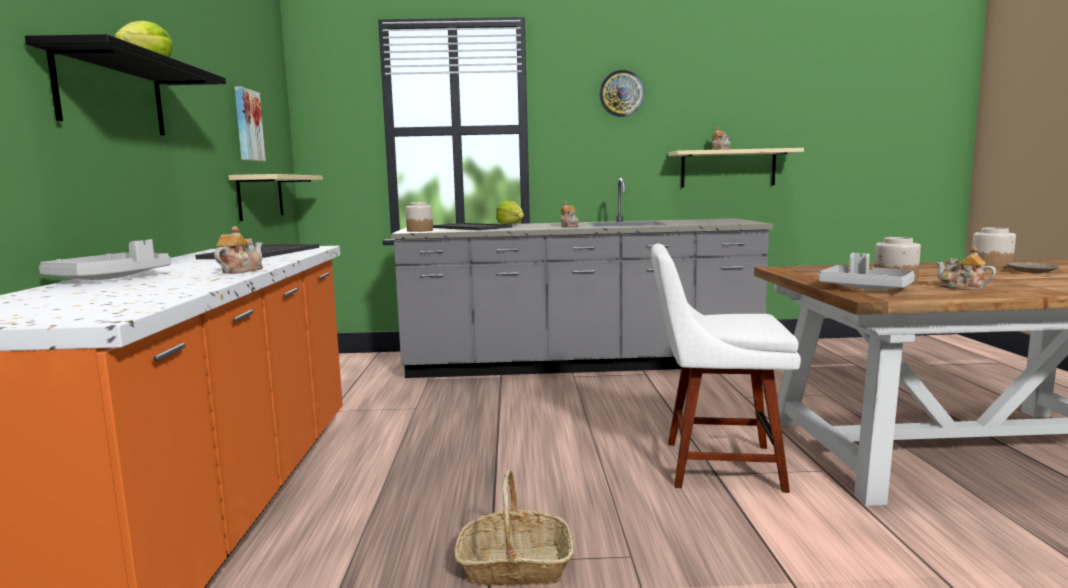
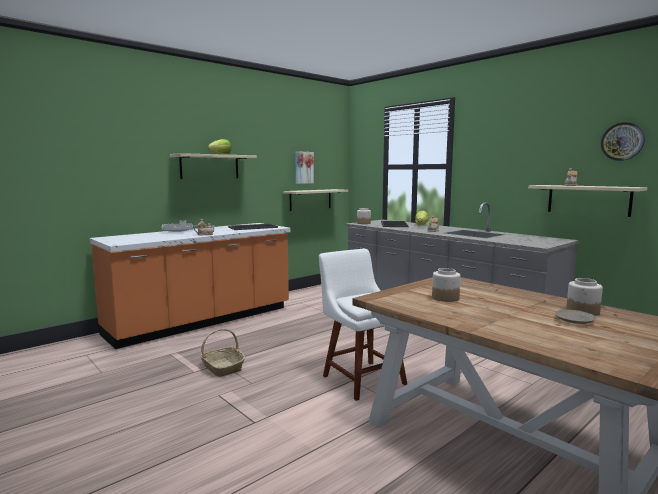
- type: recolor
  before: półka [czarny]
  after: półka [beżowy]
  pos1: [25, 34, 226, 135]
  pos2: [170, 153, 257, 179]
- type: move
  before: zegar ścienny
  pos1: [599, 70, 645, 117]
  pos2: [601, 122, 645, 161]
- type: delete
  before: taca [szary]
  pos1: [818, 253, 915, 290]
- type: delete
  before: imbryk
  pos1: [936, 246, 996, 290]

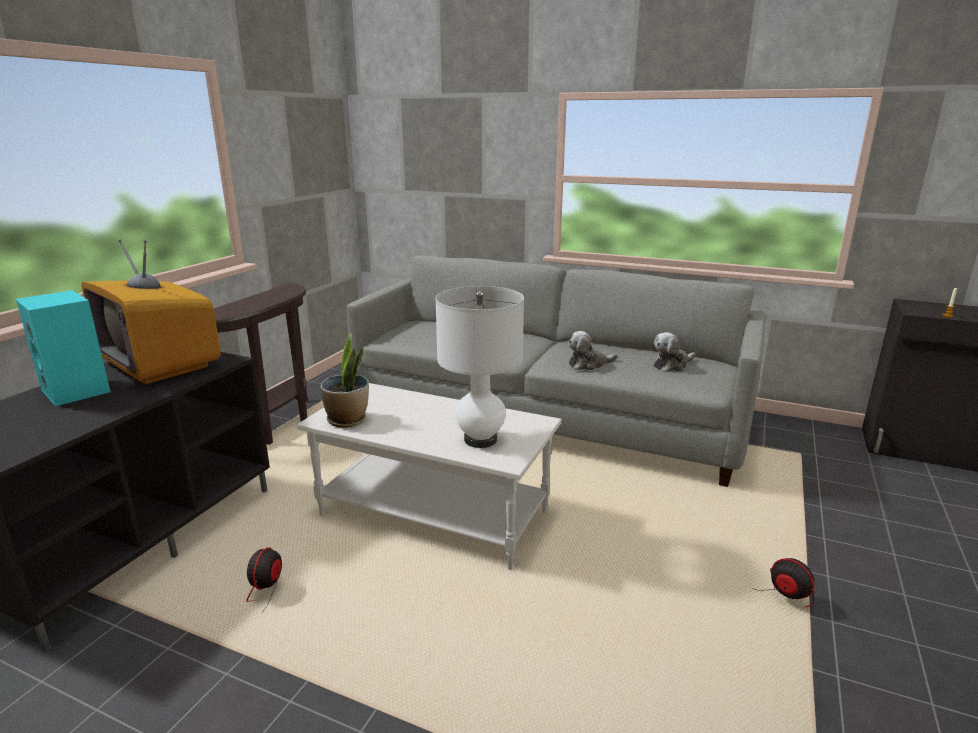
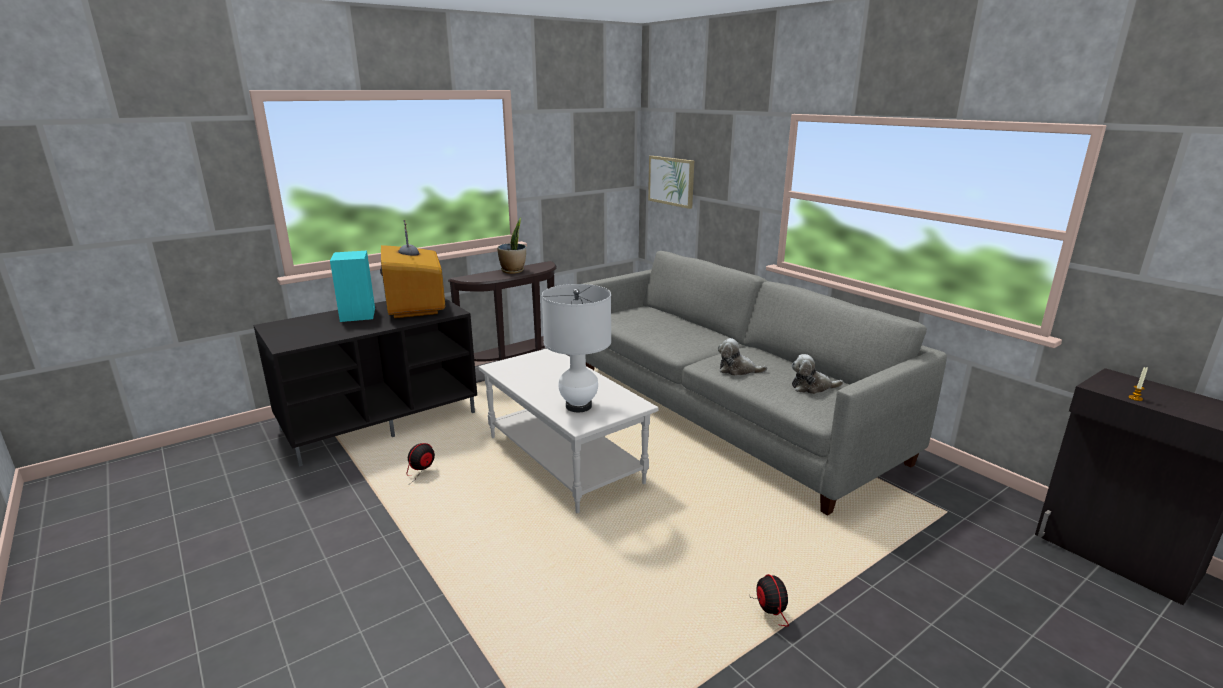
- type: move
  before: roślina doniczkowa
  pos1: [320, 333, 369, 428]
  pos2: [497, 218, 526, 274]
- type: insert
  after: obraz
  pos2: [648, 156, 694, 209]

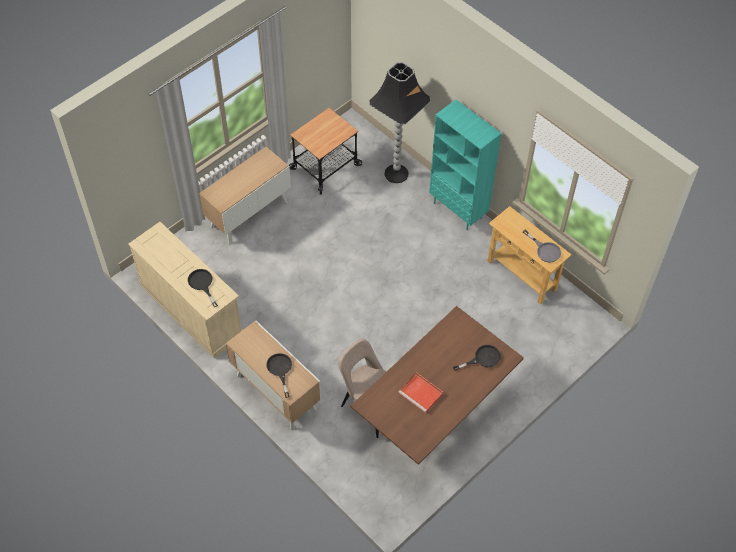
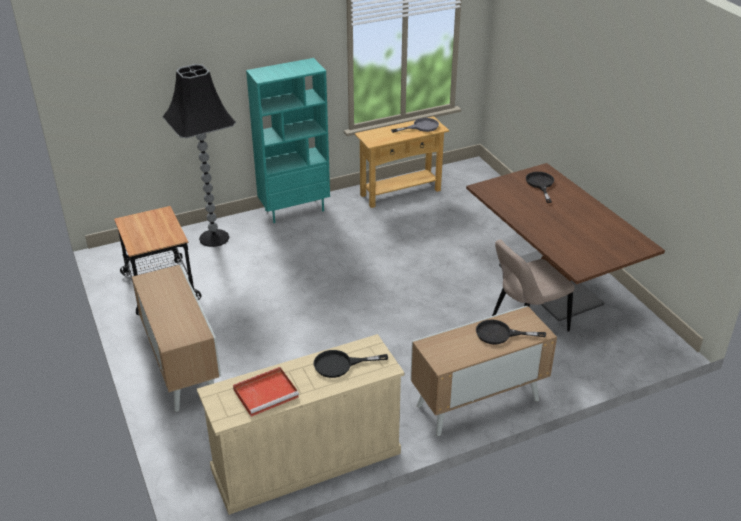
- type: move
  before: taca [czerwony]
  pos1: [399, 372, 443, 413]
  pos2: [233, 367, 299, 417]

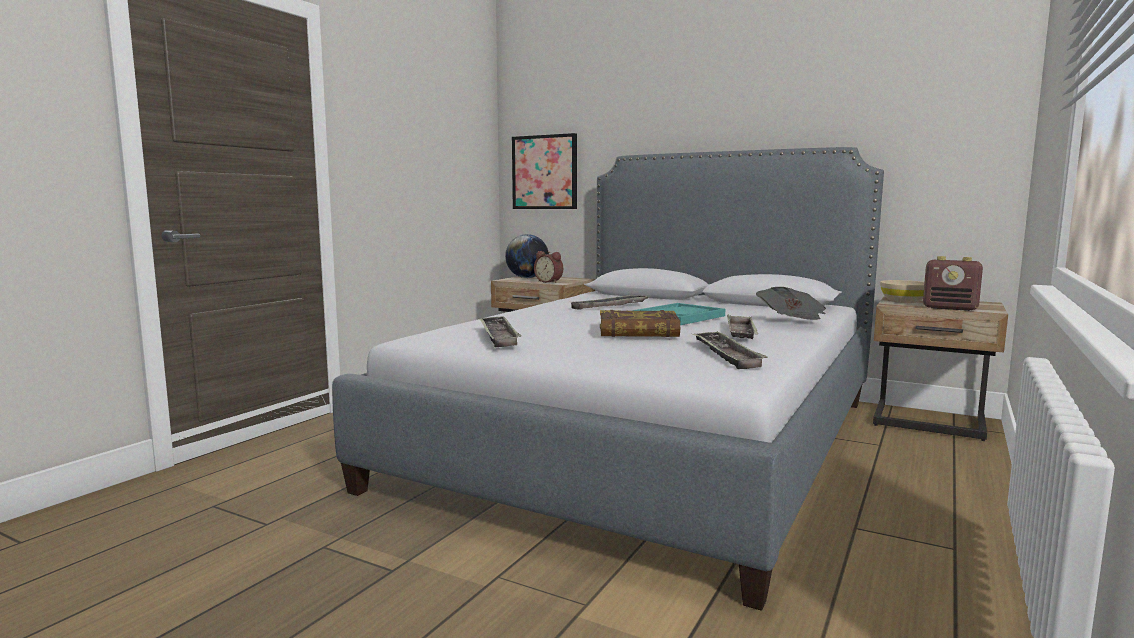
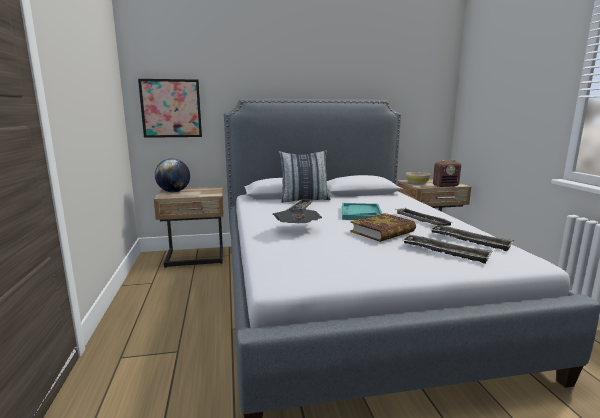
- type: move
  before: gazeta
  pos1: [756, 287, 826, 320]
  pos2: [273, 209, 322, 223]
- type: insert
  after: poduszka
  pos2: [278, 150, 331, 203]
- type: move
  before: taca
  pos1: [478, 316, 522, 347]
  pos2: [402, 235, 493, 264]
- type: delete
  before: budzik
  pos1: [534, 251, 563, 283]

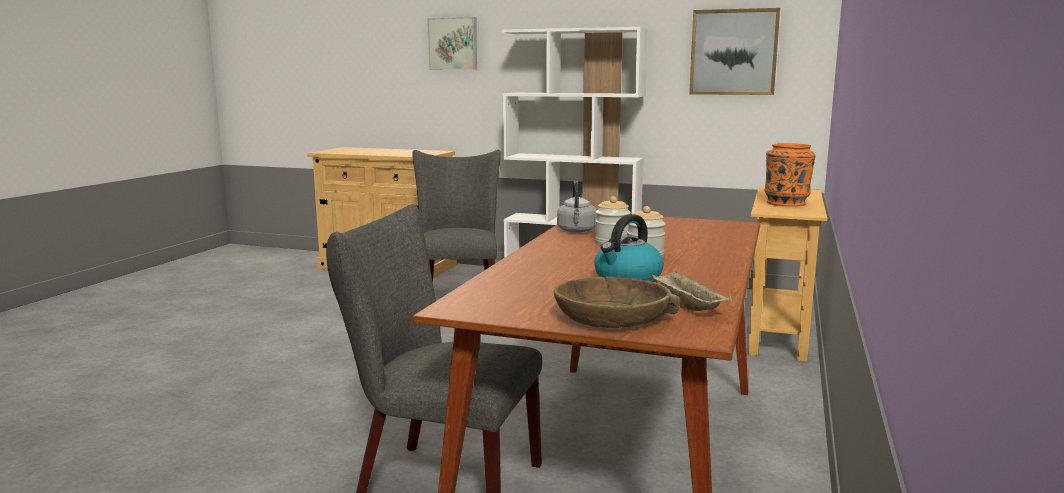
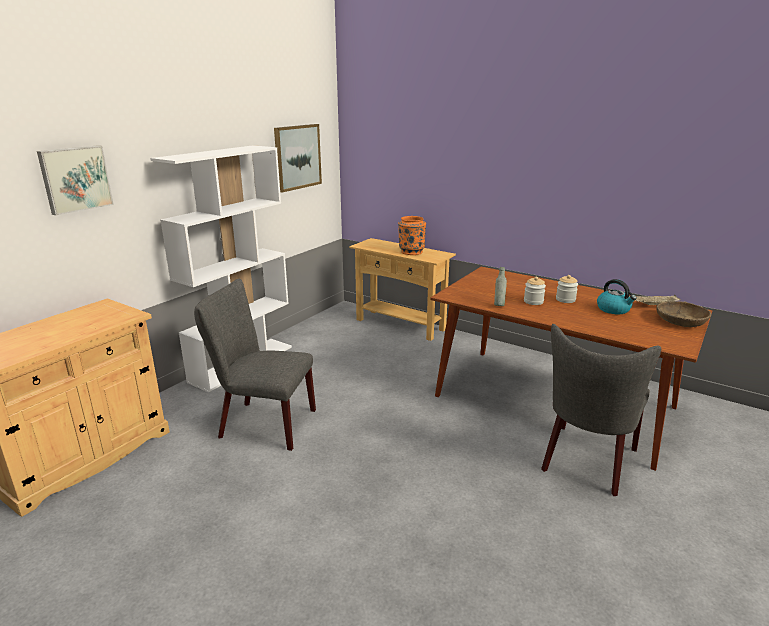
- type: replace
  before: czajnik [szary]
  after: butelka [szary]
  pos1: [557, 181, 597, 233]
  pos2: [494, 267, 507, 306]

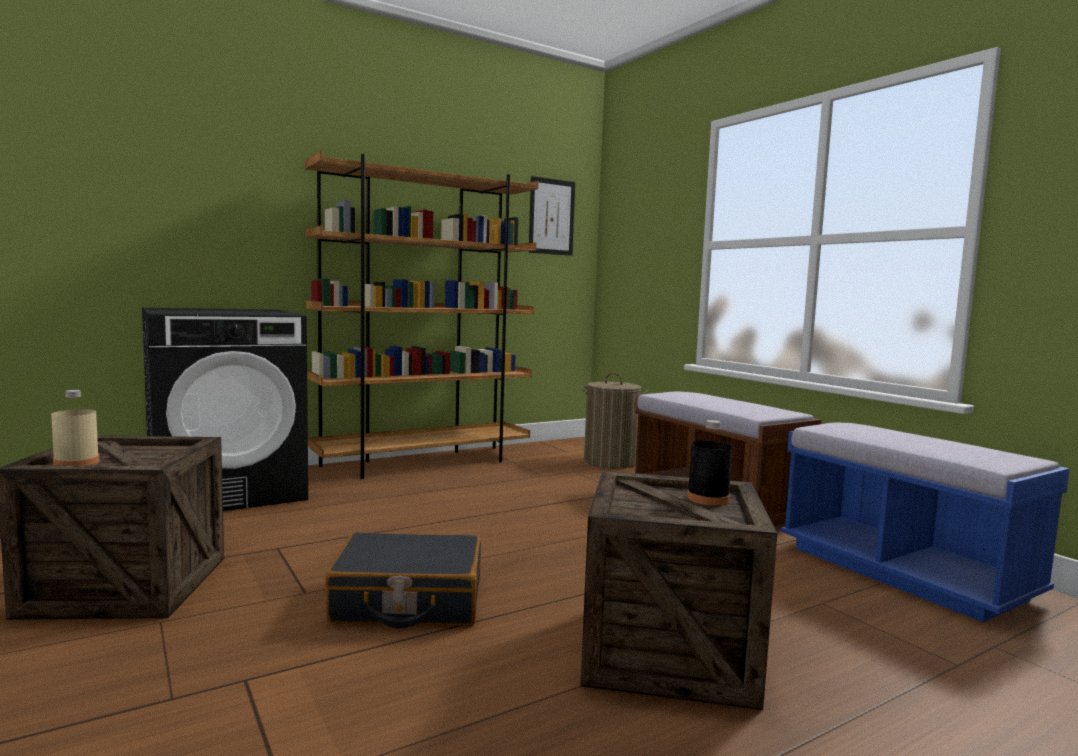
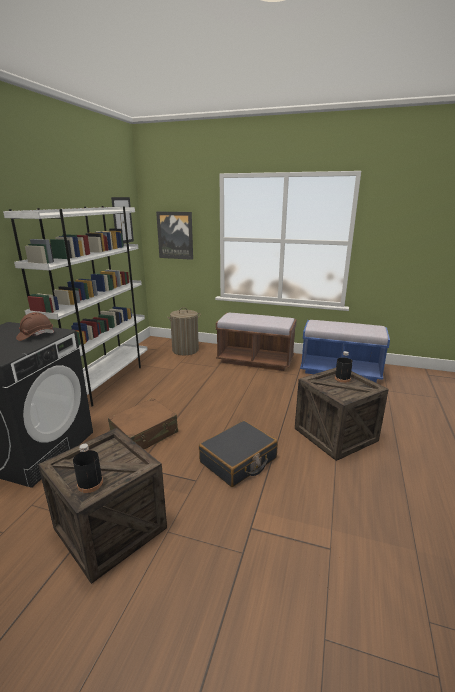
- type: recolor
  before: regał [brązowy]
  after: regał [biały]
  pos1: [305, 151, 538, 479]
  pos2: [3, 206, 147, 406]
- type: insert
  after: kask [brązowy]
  pos2: [16, 312, 54, 341]
- type: recolor
  before: butelka [beżowy]
  after: butelka [czarny]
  pos1: [51, 390, 99, 466]
  pos2: [73, 444, 103, 493]
- type: insert
  after: walizka [brązowy]
  pos2: [108, 398, 178, 450]
- type: insert
  after: obraz
  pos2: [156, 212, 193, 260]

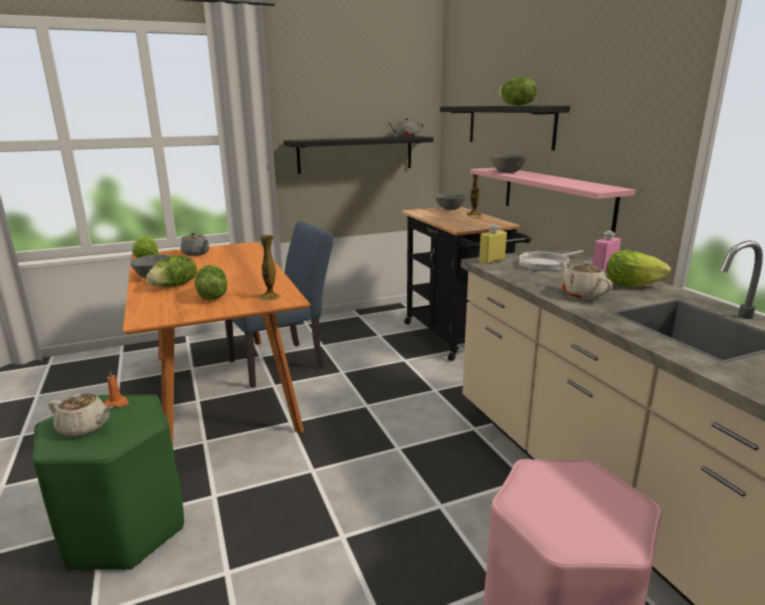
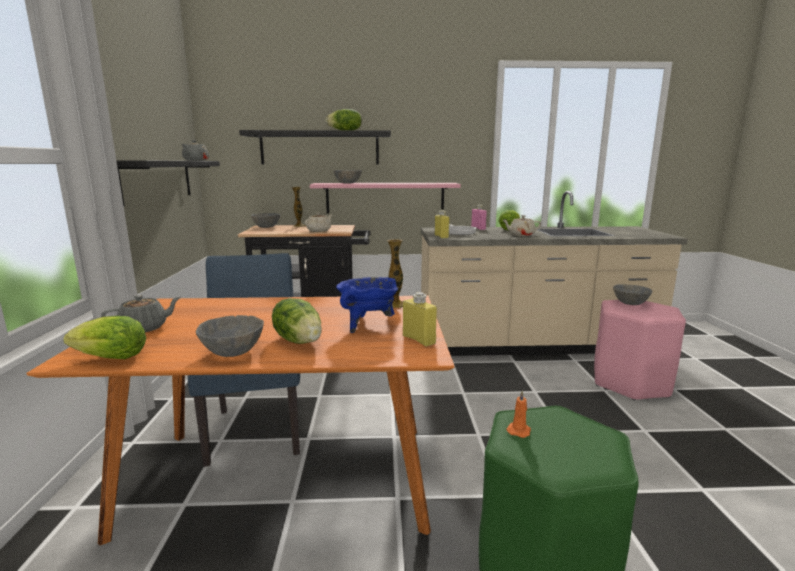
- type: move
  before: imbryk [beżowy]
  pos1: [48, 393, 113, 437]
  pos2: [305, 212, 333, 232]
- type: replace
  before: sałata
  after: garnek [niebieski]
  pos1: [195, 265, 227, 300]
  pos2: [336, 277, 399, 333]
- type: insert
  after: butelka [żółty]
  pos2: [403, 292, 437, 347]
- type: insert
  after: miska [szary]
  pos2: [613, 284, 652, 305]

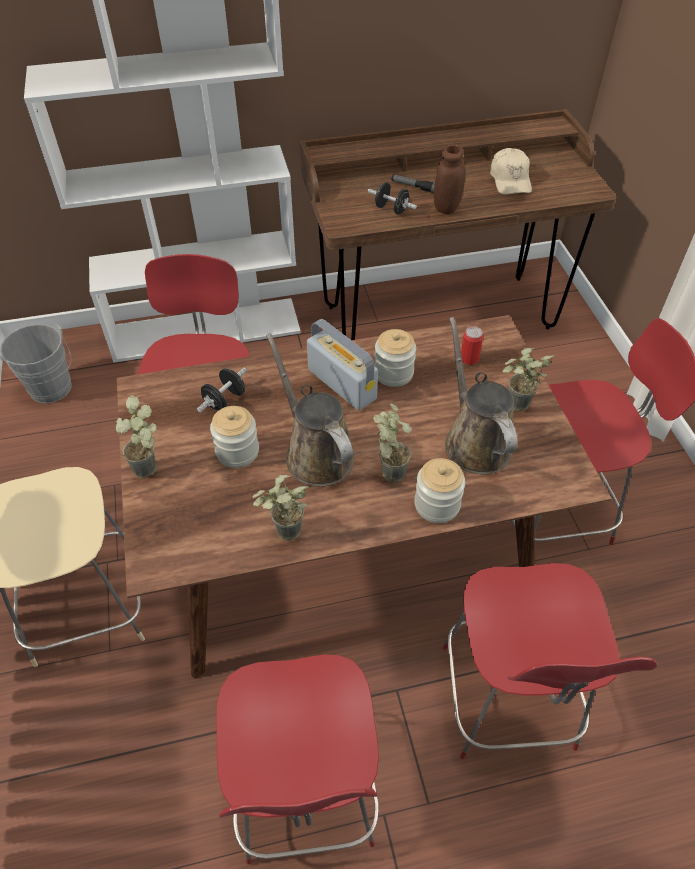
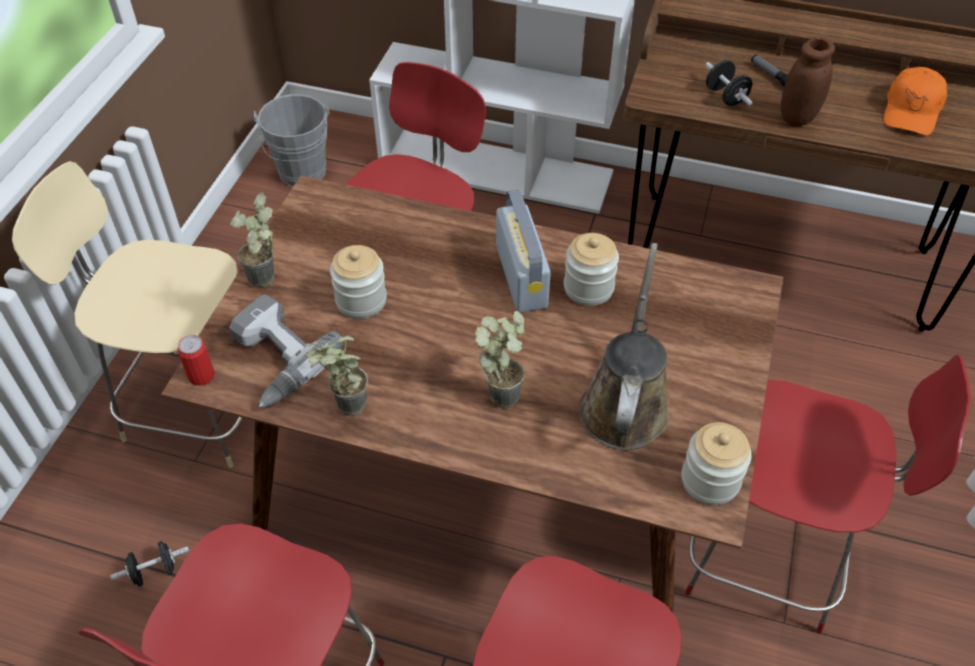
- type: move
  before: hantel [czarny]
  pos1: [197, 368, 247, 412]
  pos2: [110, 541, 189, 587]
- type: move
  before: puszka
  pos1: [461, 326, 483, 365]
  pos2: [178, 335, 215, 386]
- type: insert
  after: wiertarka
  pos2: [229, 294, 343, 407]
- type: move
  before: słoik
  pos1: [414, 458, 465, 523]
  pos2: [681, 422, 752, 505]
- type: recolor
  before: czapka z daszkiem [beżowy]
  after: czapka z daszkiem [pomarańczowy]
  pos1: [490, 148, 532, 195]
  pos2: [883, 67, 947, 136]
- type: delete
  before: konewka [brązowy]
  pos1: [266, 333, 355, 486]
- type: delete
  before: roślina doniczkowa
  pos1: [502, 348, 556, 412]

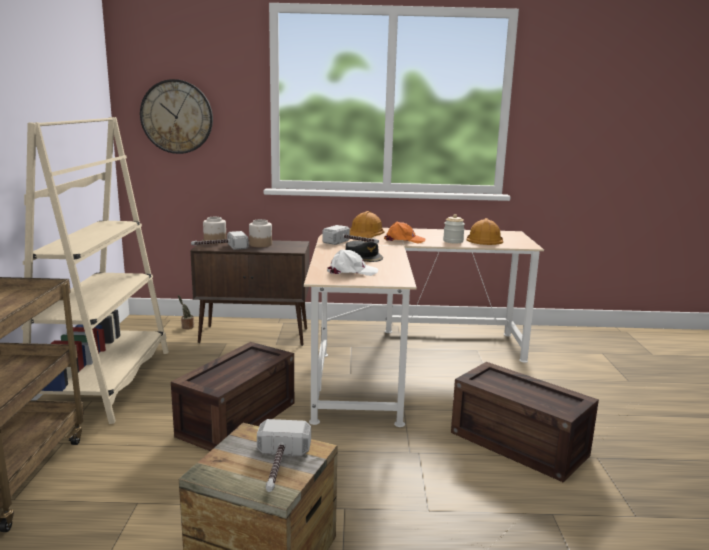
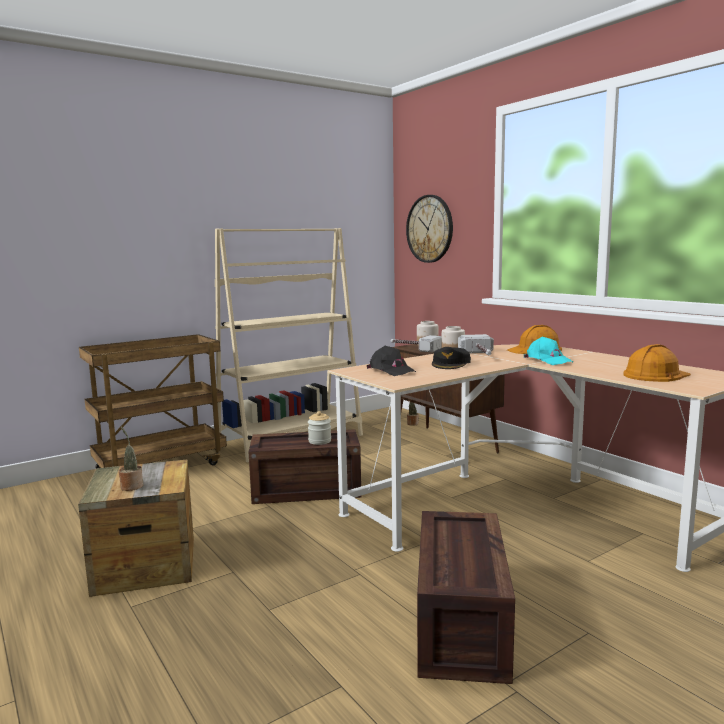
- type: replace
  before: młotek
  after: roślina doniczkowa
  pos1: [257, 419, 311, 492]
  pos2: [119, 427, 144, 491]
- type: move
  before: słoik
  pos1: [443, 214, 465, 244]
  pos2: [308, 411, 331, 445]
- type: recolor
  before: czapka z daszkiem [biały]
  after: czapka z daszkiem [czarny]
  pos1: [327, 249, 379, 276]
  pos2: [367, 346, 416, 376]
- type: recolor
  before: czapka z daszkiem [pomarańczowy]
  after: czapka z daszkiem [turkusowy]
  pos1: [384, 222, 426, 244]
  pos2: [524, 337, 573, 365]

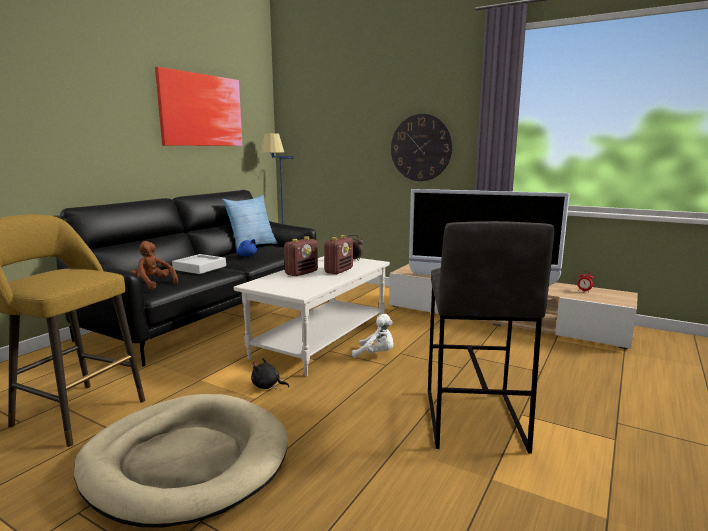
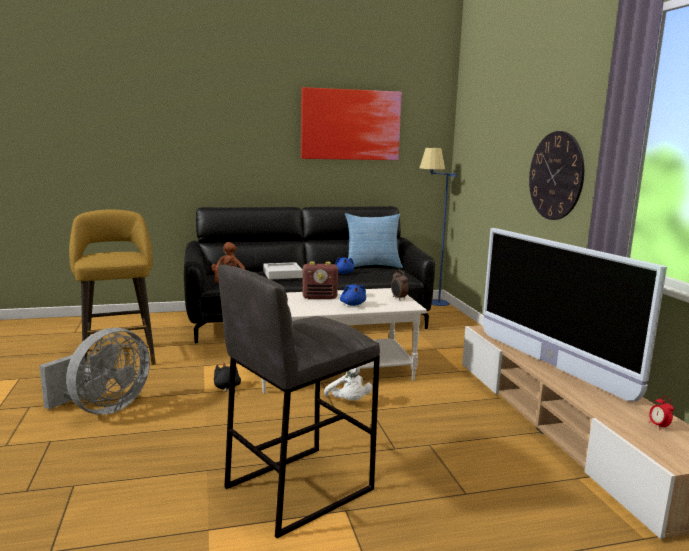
- type: replace
  before: legowisko [beżowy]
  after: wentylator [szary]
  pos1: [74, 394, 288, 528]
  pos2: [39, 328, 150, 415]
- type: replace
  before: radio
  after: pluszak [niebieski]
  pos1: [324, 235, 353, 274]
  pos2: [340, 284, 366, 306]

